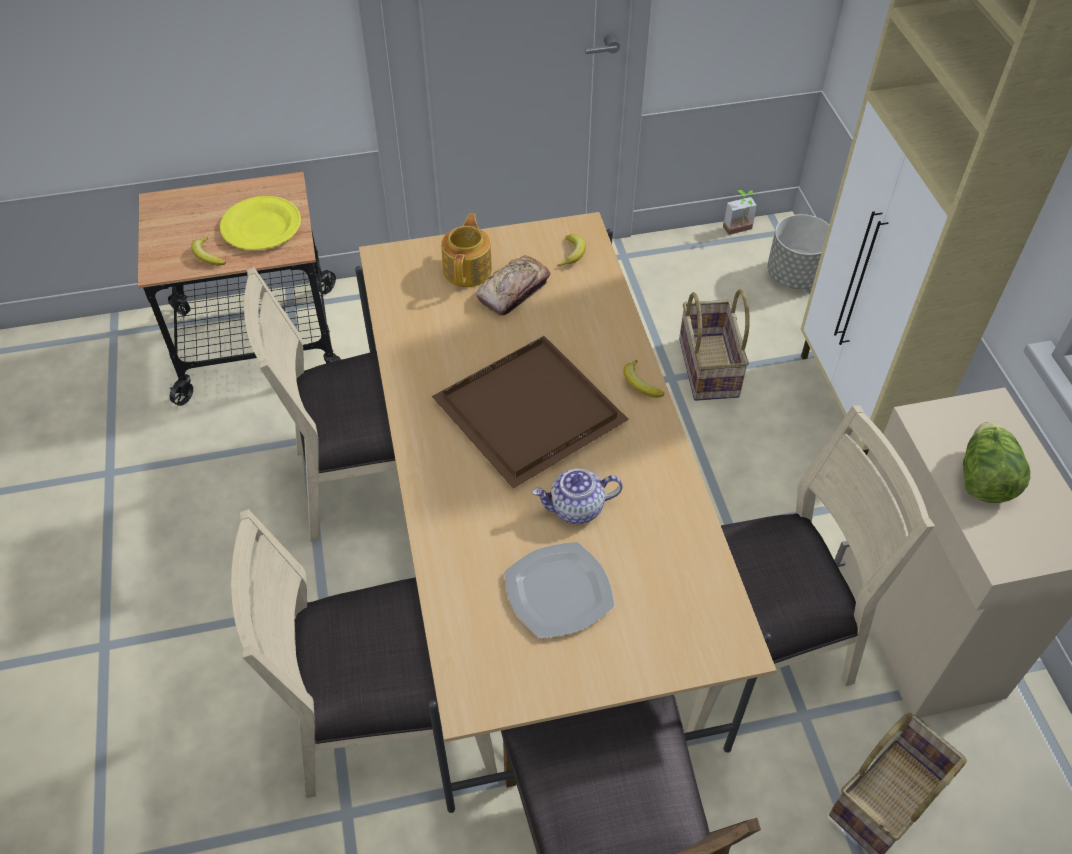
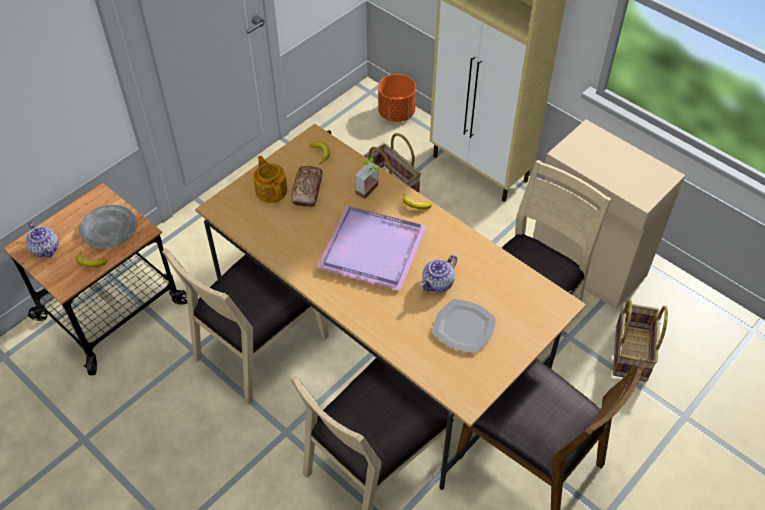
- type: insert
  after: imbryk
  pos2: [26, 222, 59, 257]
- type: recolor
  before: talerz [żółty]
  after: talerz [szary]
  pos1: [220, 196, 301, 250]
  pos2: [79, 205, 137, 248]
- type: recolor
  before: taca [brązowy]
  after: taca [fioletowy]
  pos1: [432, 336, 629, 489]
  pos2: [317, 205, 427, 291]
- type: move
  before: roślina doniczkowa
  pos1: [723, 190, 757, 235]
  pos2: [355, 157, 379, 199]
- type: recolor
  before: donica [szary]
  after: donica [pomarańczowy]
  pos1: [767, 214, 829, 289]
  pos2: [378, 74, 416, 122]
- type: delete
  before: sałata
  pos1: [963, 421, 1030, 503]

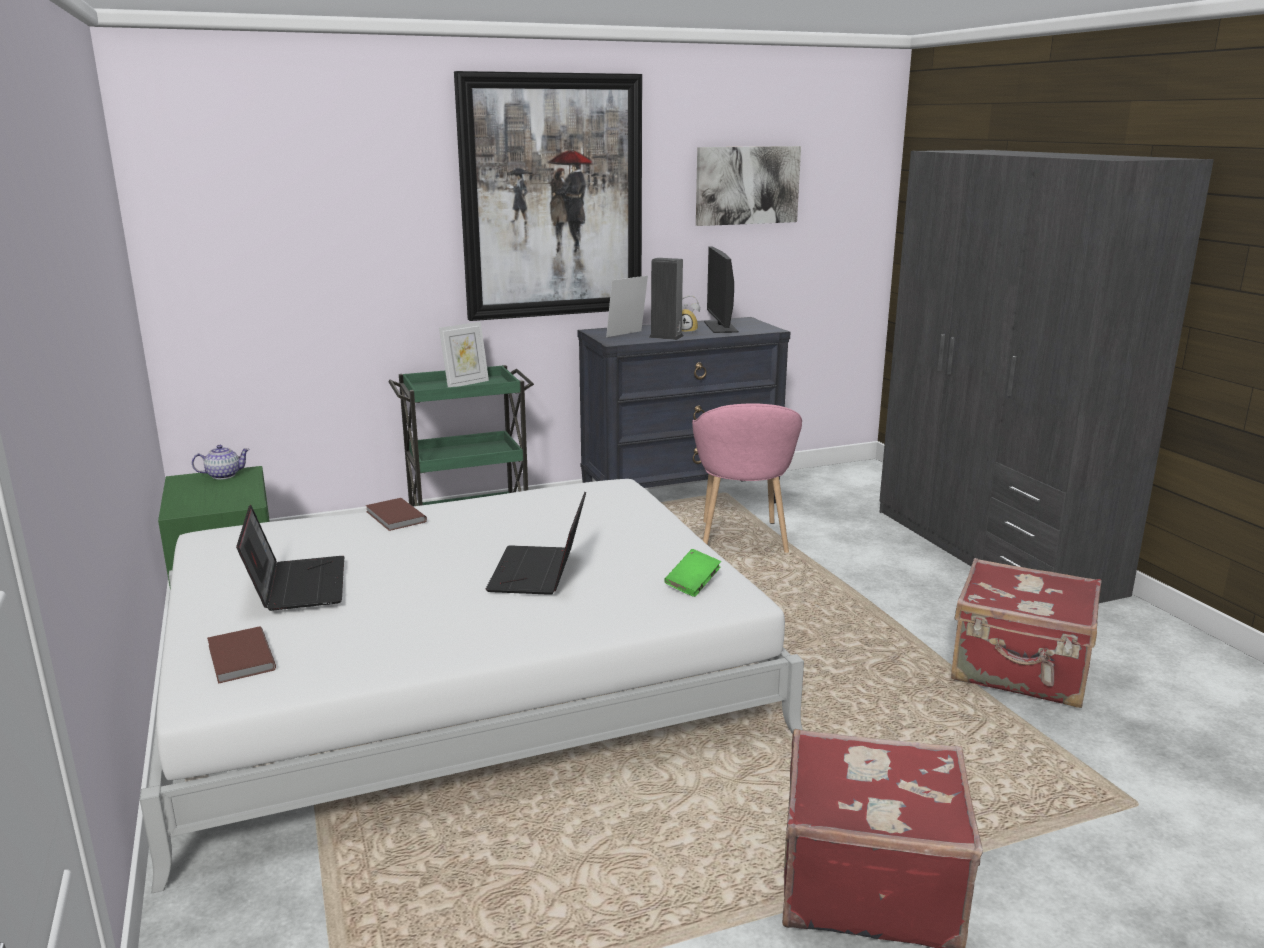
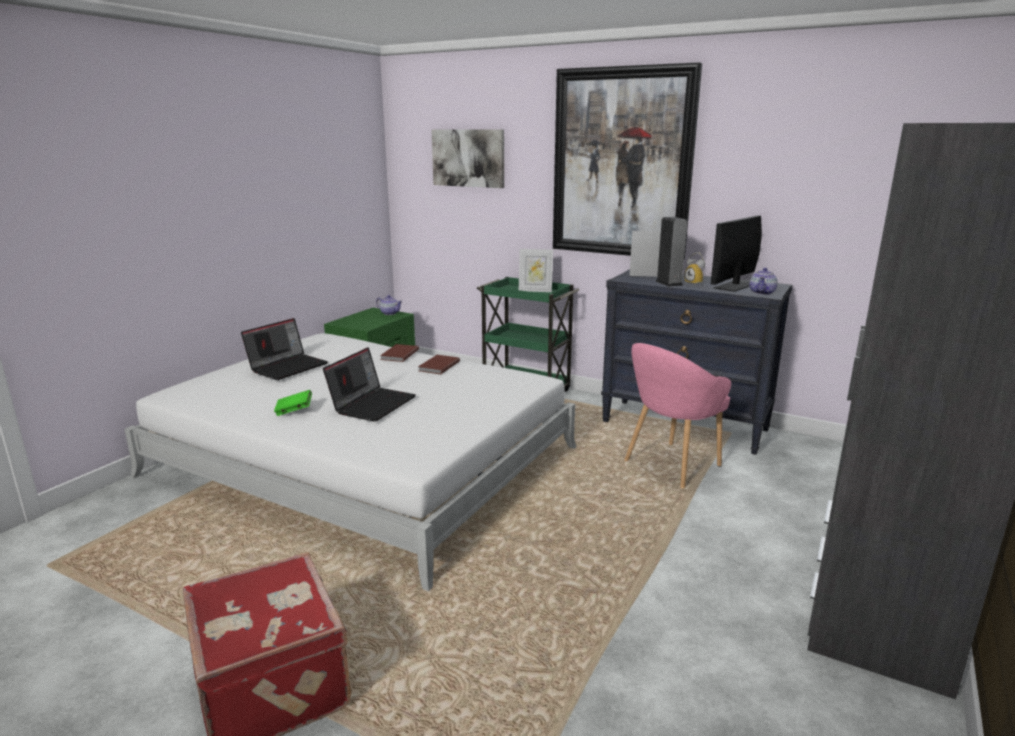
- type: move
  before: książka [zielony]
  pos1: [664, 549, 721, 597]
  pos2: [274, 390, 312, 416]
- type: rotate
  before: laptop
  pos1: [486, 492, 586, 595]
  pos2: [323, 347, 416, 422]
  turn: 150
- type: move
  before: książka [brązowy]
  pos1: [207, 626, 276, 684]
  pos2: [418, 355, 460, 374]
- type: move
  before: obraz
  pos1: [696, 146, 801, 226]
  pos2: [432, 129, 504, 188]
- type: insert
  after: imbryk
  pos2: [749, 268, 778, 295]
- type: delete
  before: walizka [czerwony]
  pos1: [951, 558, 1101, 708]

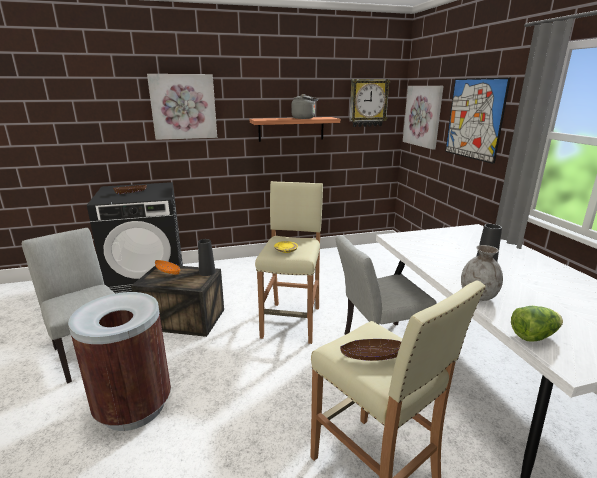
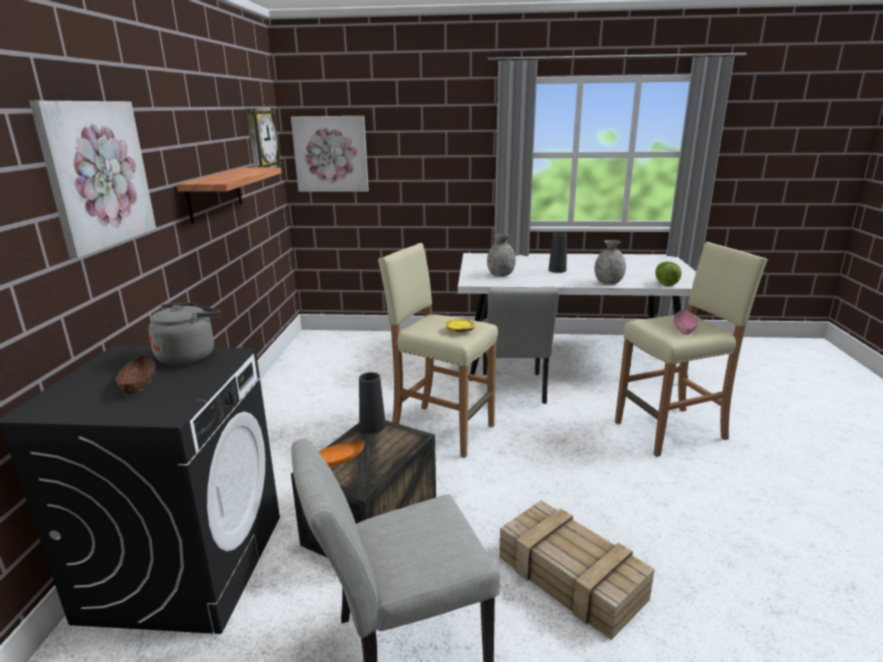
- type: move
  before: czajnik [szary]
  pos1: [292, 94, 318, 119]
  pos2: [148, 303, 221, 365]
- type: insert
  after: wazon [szary]
  pos2: [487, 234, 516, 276]
- type: replace
  before: kosz na śmieci [brązowy]
  after: skrzynka
  pos1: [68, 292, 171, 431]
  pos2: [499, 500, 655, 640]
- type: recolor
  before: miska [brązowy]
  after: miska [różowy]
  pos1: [340, 339, 401, 361]
  pos2: [674, 309, 698, 335]
- type: delete
  before: obraz
  pos1: [445, 78, 511, 164]

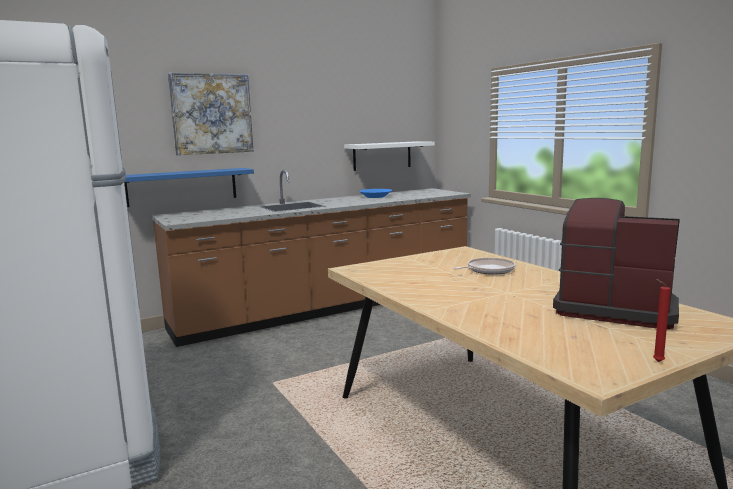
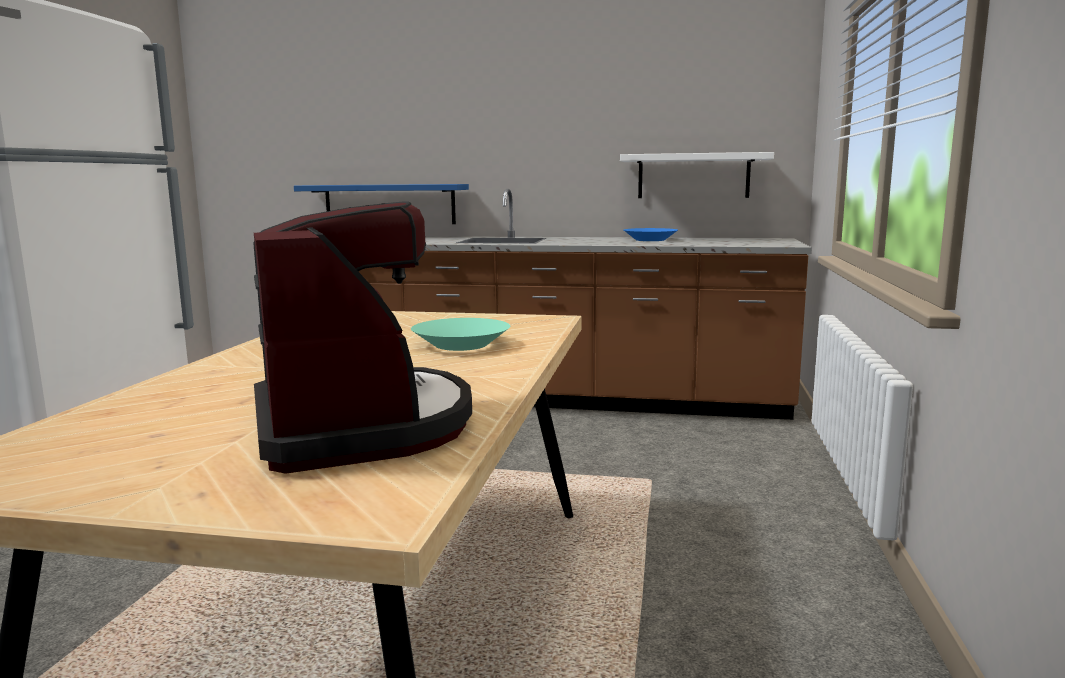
- type: replace
  before: patelnia
  after: miska [turkusowy]
  pos1: [453, 258, 515, 275]
  pos2: [411, 318, 510, 351]
- type: delete
  before: obraz
  pos1: [168, 73, 253, 155]
- type: delete
  before: świeca [czerwony]
  pos1: [653, 279, 670, 362]

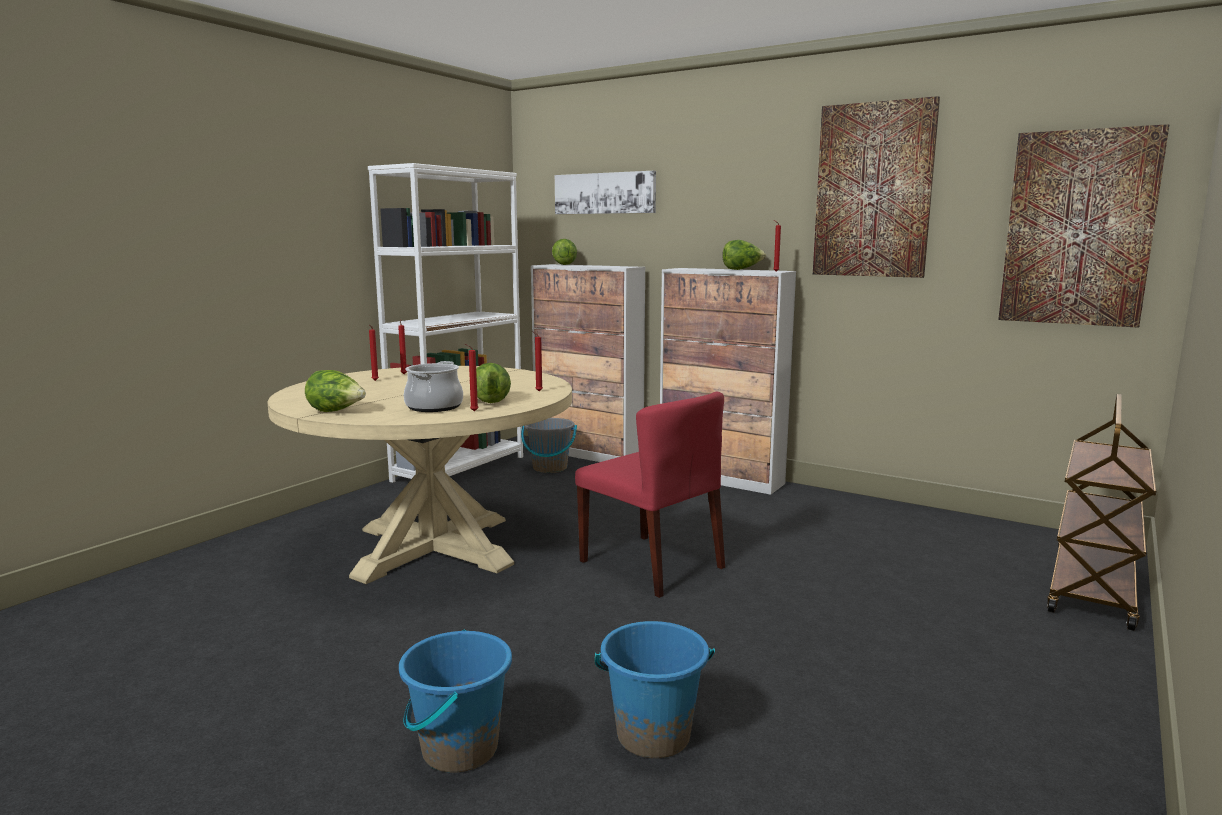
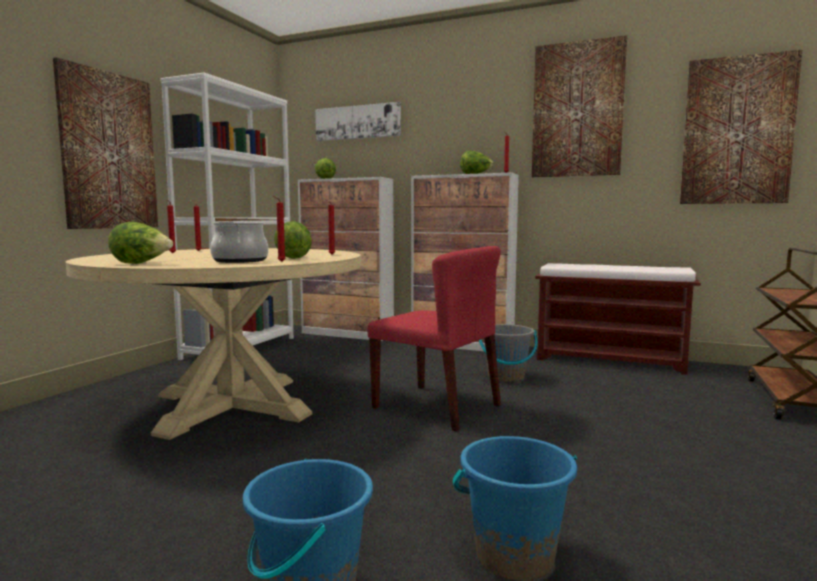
- type: insert
  after: obraz
  pos2: [53, 57, 158, 229]
- type: move
  before: wiadro [szary]
  pos1: [521, 418, 577, 473]
  pos2: [479, 324, 538, 382]
- type: insert
  after: ławka [brązowy]
  pos2: [535, 263, 701, 375]

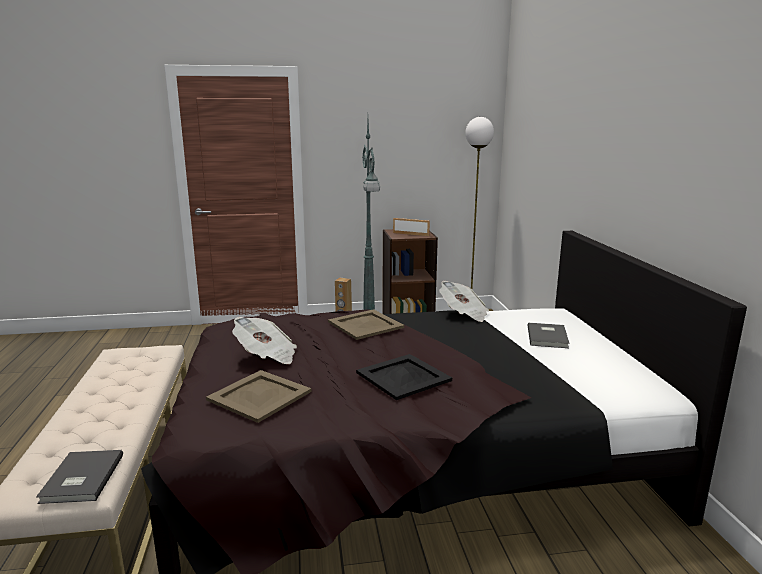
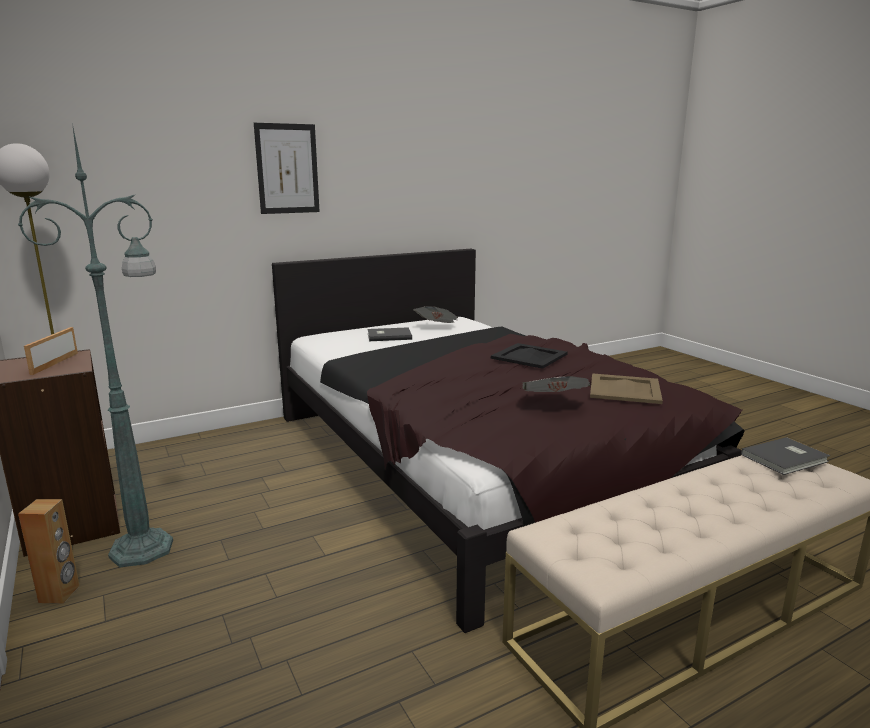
- type: insert
  after: obraz
  pos2: [254, 123, 320, 214]
- type: move
  before: gazeta
  pos1: [439, 281, 489, 322]
  pos2: [413, 306, 458, 323]
- type: delete
  before: taca [beżowy]
  pos1: [328, 309, 404, 340]

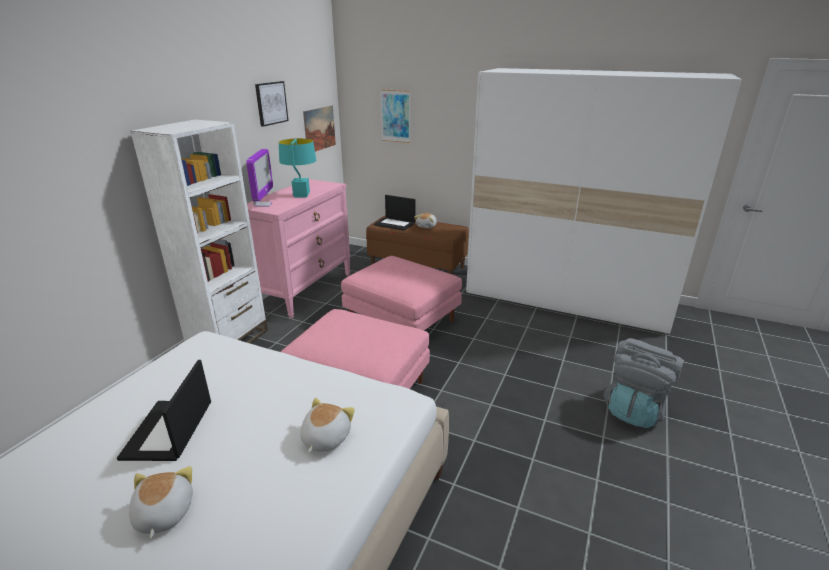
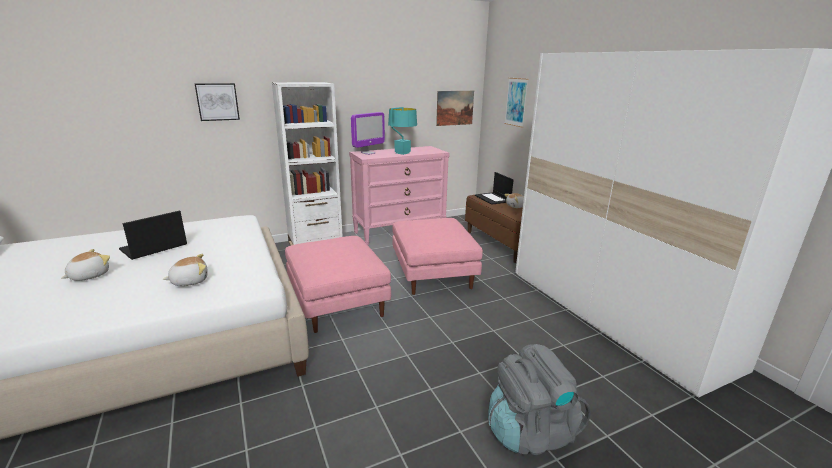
- type: move
  before: obraz
  pos1: [255, 81, 289, 127]
  pos2: [195, 83, 240, 121]

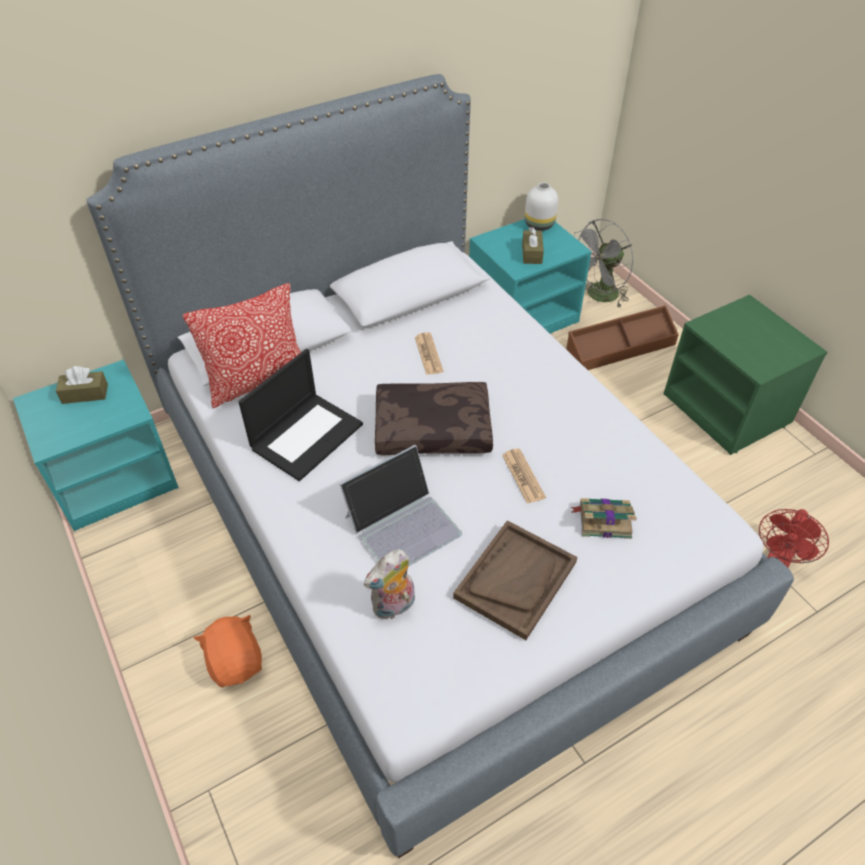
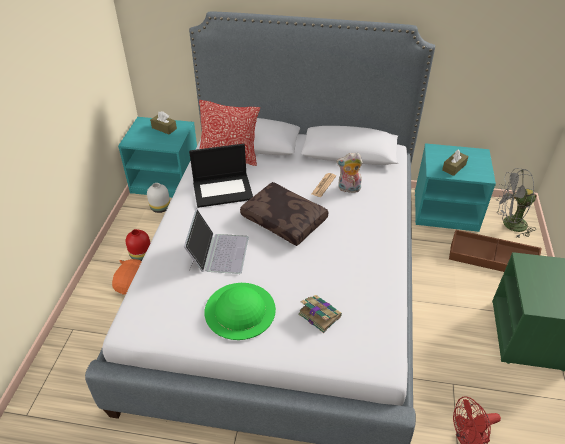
- type: insert
  after: wazon [czerwony]
  pos2: [126, 229, 150, 261]
- type: move
  before: wazon [biały]
  pos1: [525, 182, 558, 231]
  pos2: [147, 183, 170, 213]
- type: rotate
  before: laptop
  pos1: [339, 445, 462, 567]
  pos2: [184, 209, 249, 274]
  turn: -90
- type: replace
  before: taca [brązowy]
  after: kapelusz [zielony]
  pos1: [453, 520, 577, 640]
  pos2: [204, 283, 276, 340]
- type: move
  before: pluszak
  pos1: [364, 549, 415, 619]
  pos2: [336, 152, 363, 193]
- type: delete
  before: gazeta
  pos1: [502, 448, 546, 504]

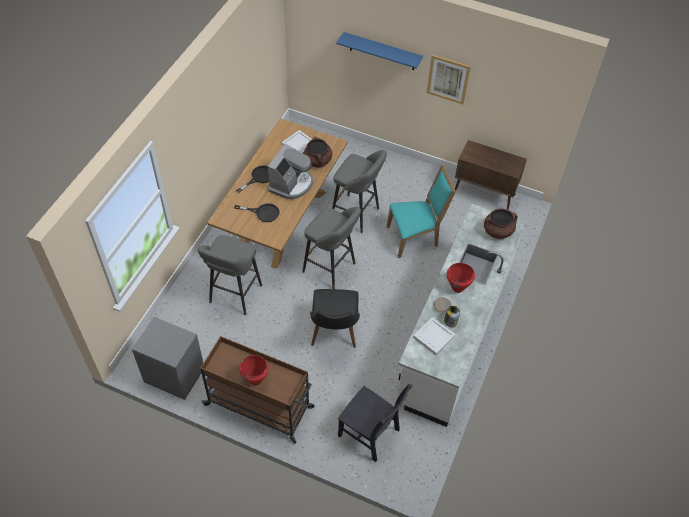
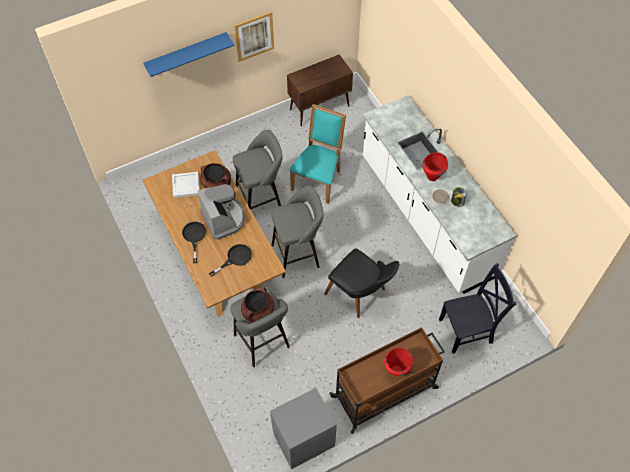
- type: move
  before: garnek [brązowy]
  pos1: [484, 209, 517, 239]
  pos2: [241, 287, 274, 322]
- type: delete
  before: taca [biały]
  pos1: [413, 317, 455, 355]

